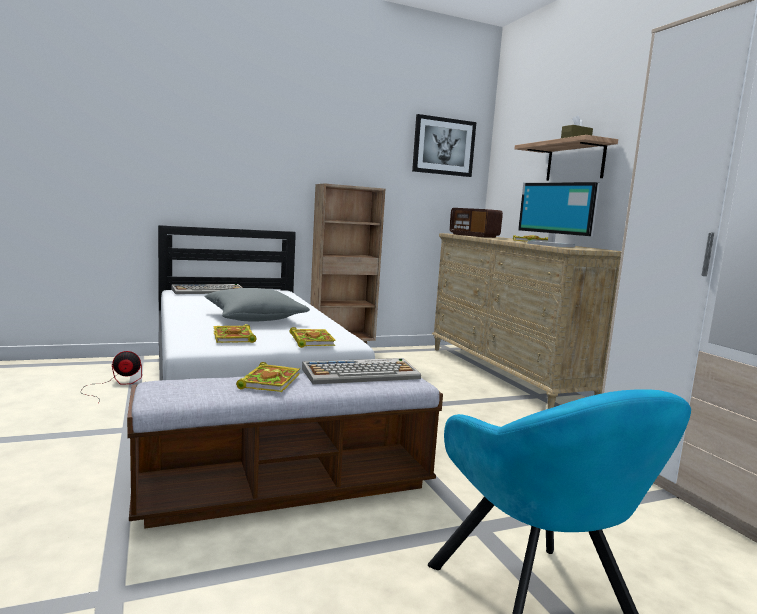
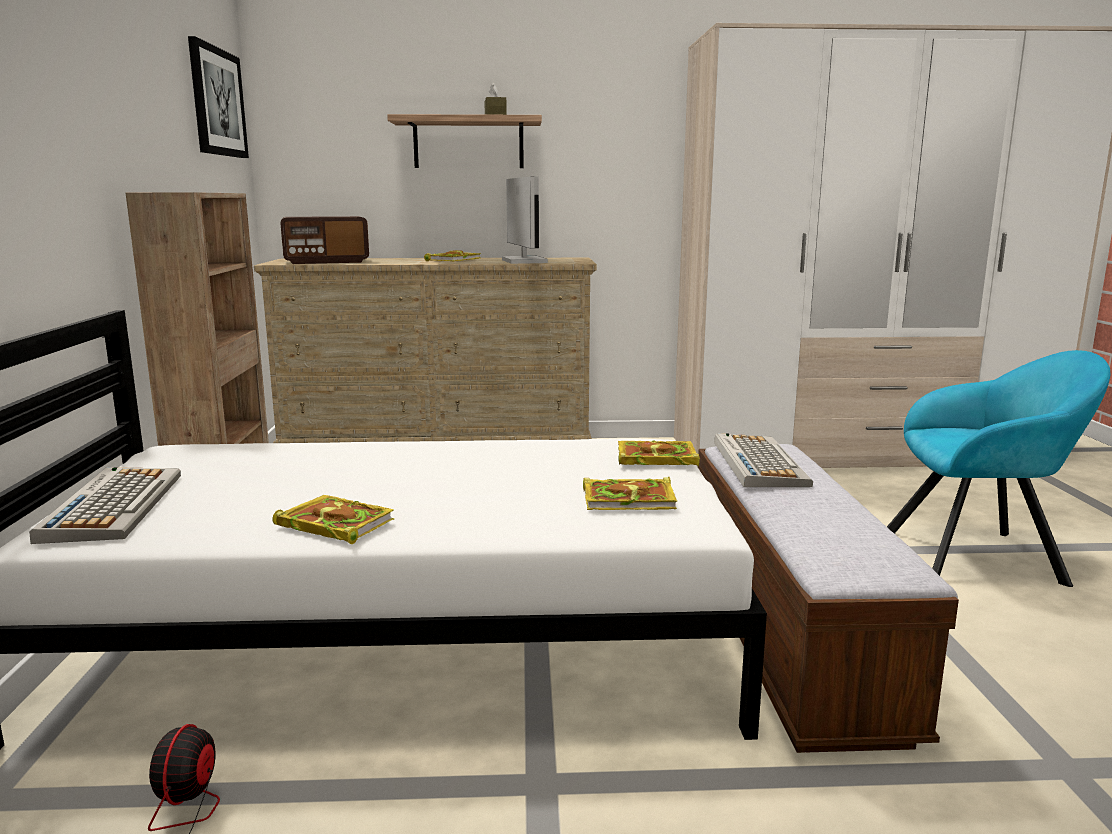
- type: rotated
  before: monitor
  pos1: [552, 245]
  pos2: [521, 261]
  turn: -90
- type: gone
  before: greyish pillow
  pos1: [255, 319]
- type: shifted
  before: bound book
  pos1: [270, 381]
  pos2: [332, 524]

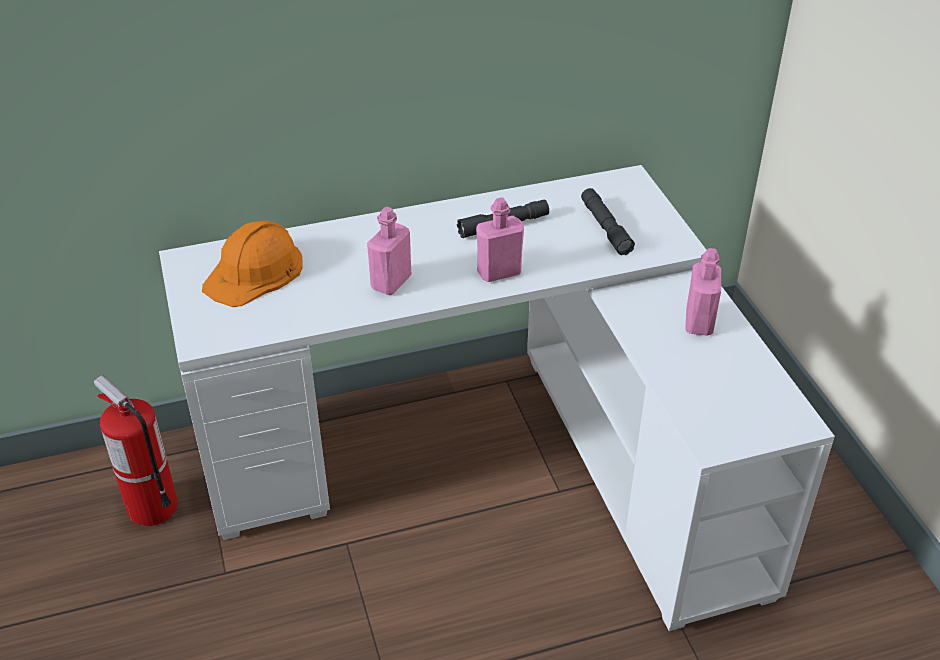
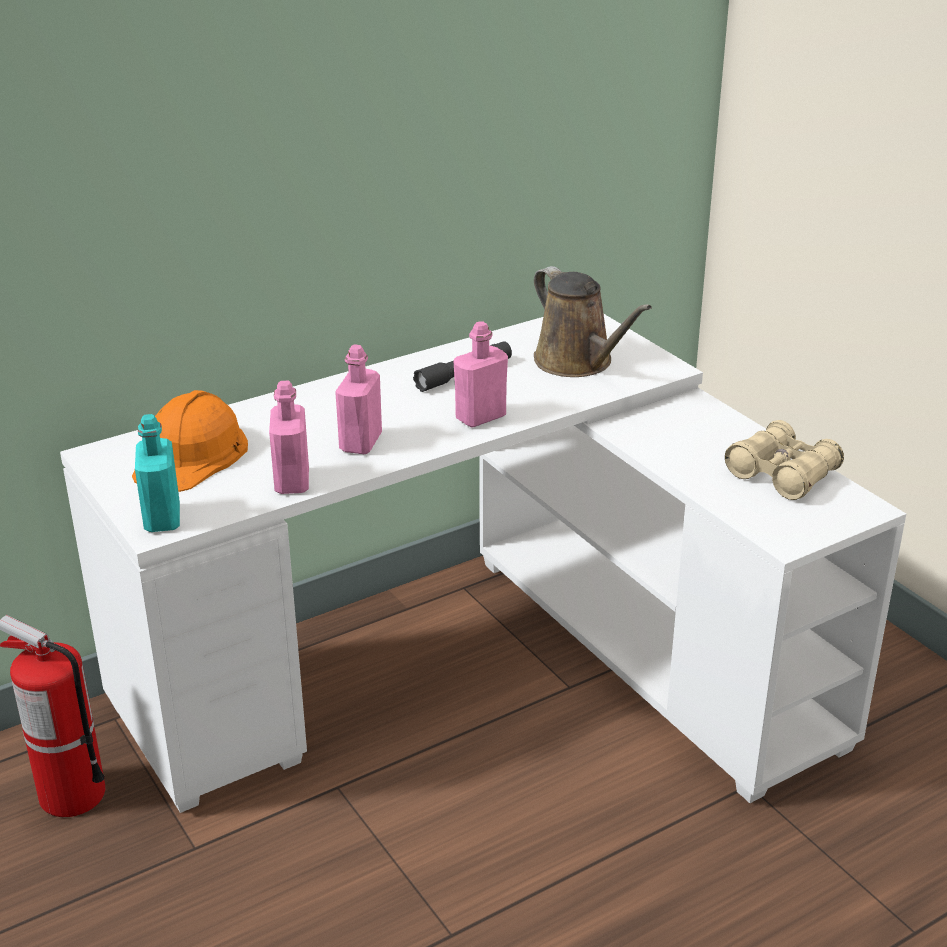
- type: swapped
  before: greyish flashlight
  after: brown watering can
  pos1: [605, 228]
  pos2: [578, 362]
- type: shifted
  before: pinkish drink bottle
  pos1: [699, 323]
  pos2: [292, 481]
- type: new
  after: turquoise-coloured drink bottle
  pos2: [162, 518]
- type: new
  after: beige binoculars
  pos2: [782, 474]

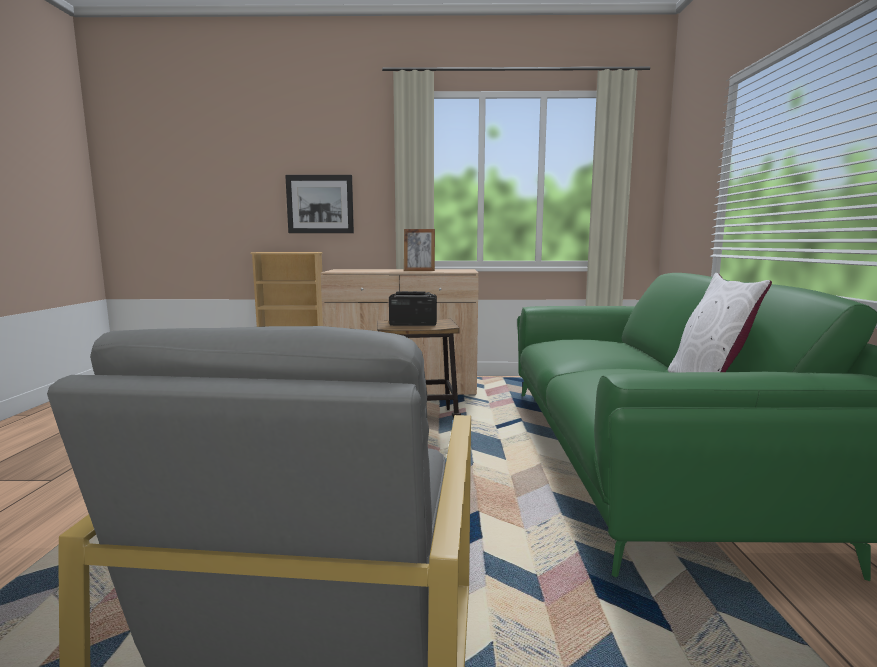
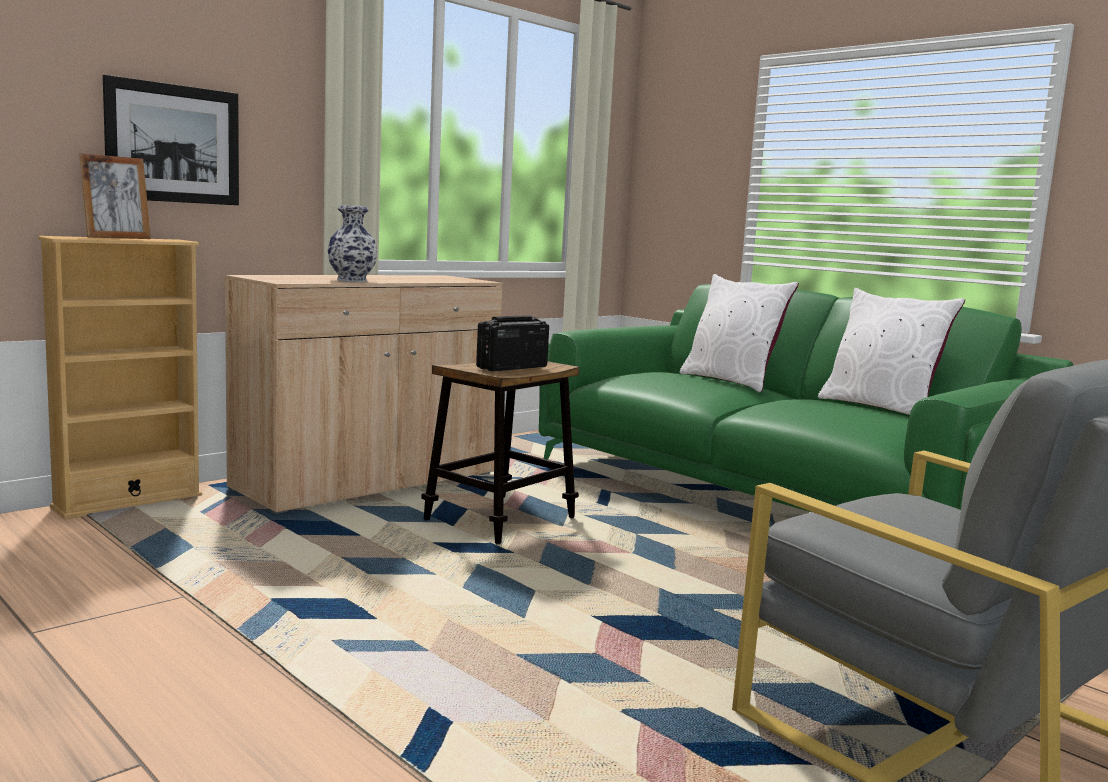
- type: shifted
  before: standing frame
  pos1: [419, 270]
  pos2: [117, 238]
- type: new
  after: vase
  pos2: [351, 280]
- type: new
  after: white-coloured pillow
  pos2: [731, 381]

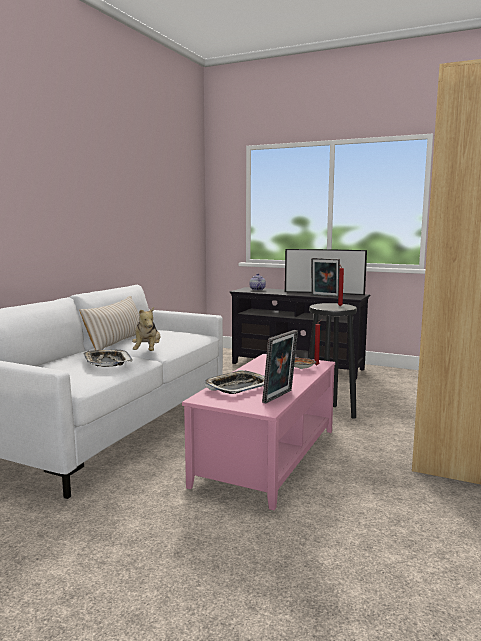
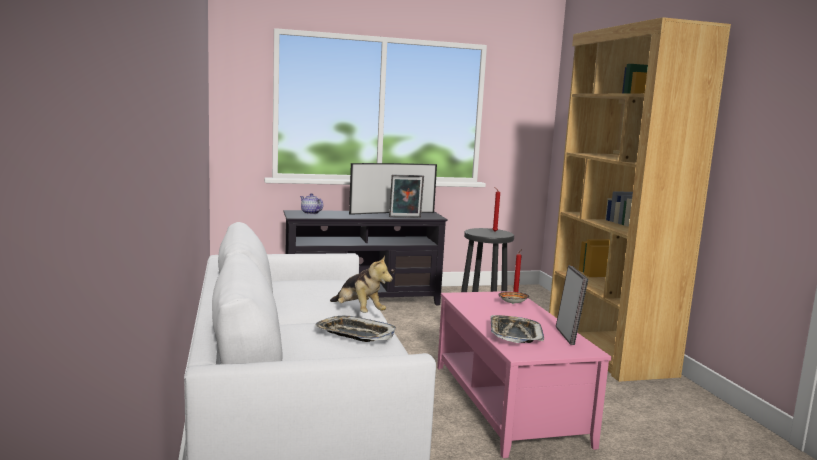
- type: gone
  before: beige pillow
  pos1: [116, 343]

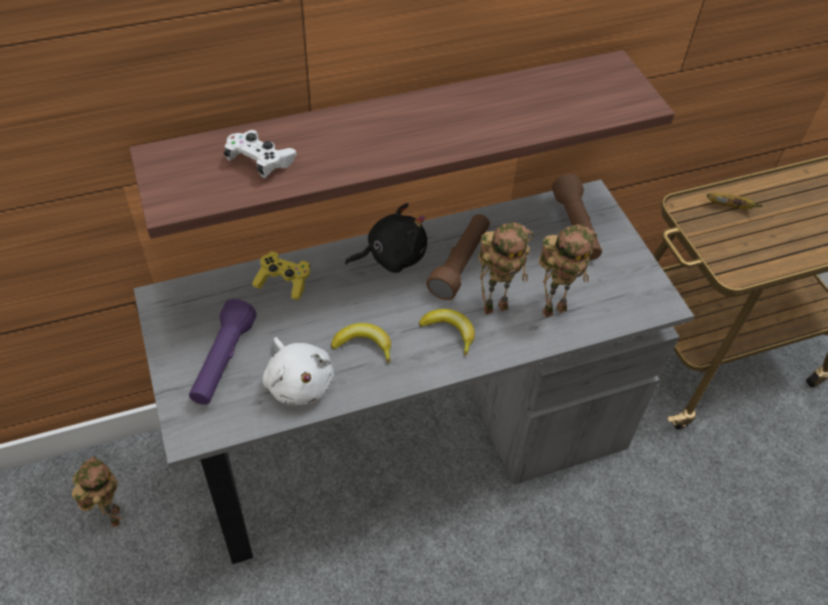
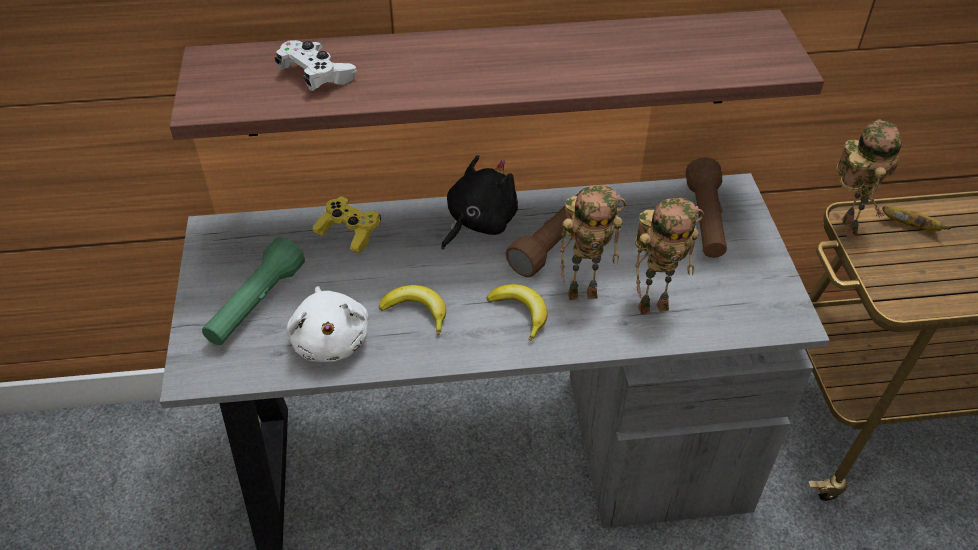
- type: rotated
  before: black soft toy
  pos1: [392, 256]
  pos2: [478, 222]
  turn: -45
- type: repainted
  before: purple flashlight
  after: green flashlight
  pos1: [223, 362]
  pos2: [255, 305]
- type: shifted
  before: robot figure
  pos1: [113, 516]
  pos2: [845, 226]

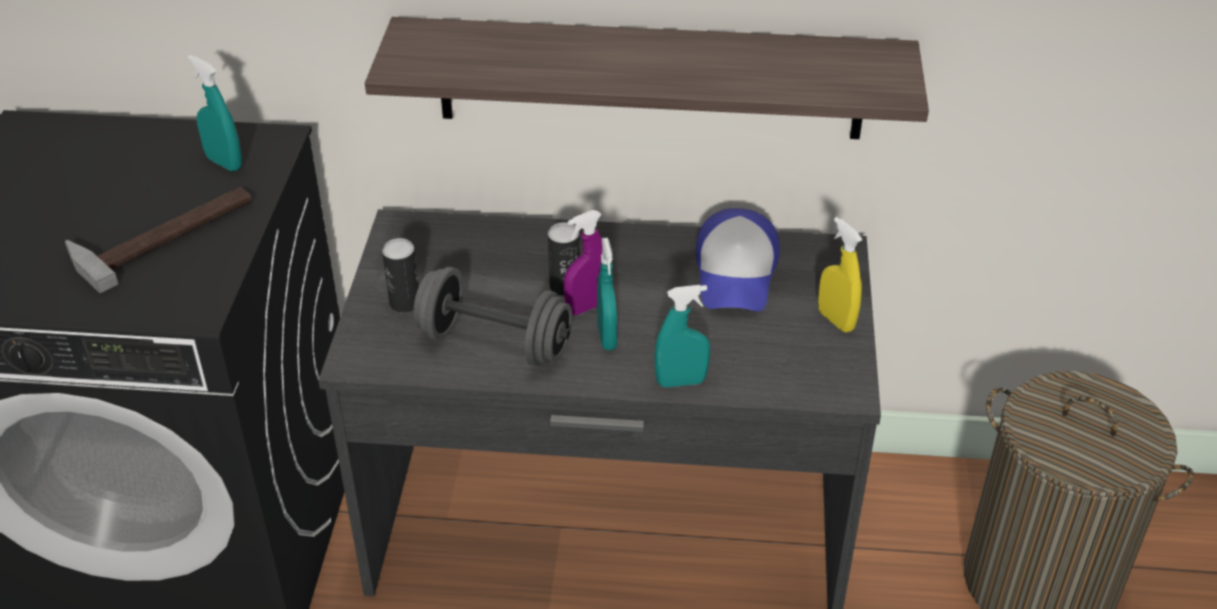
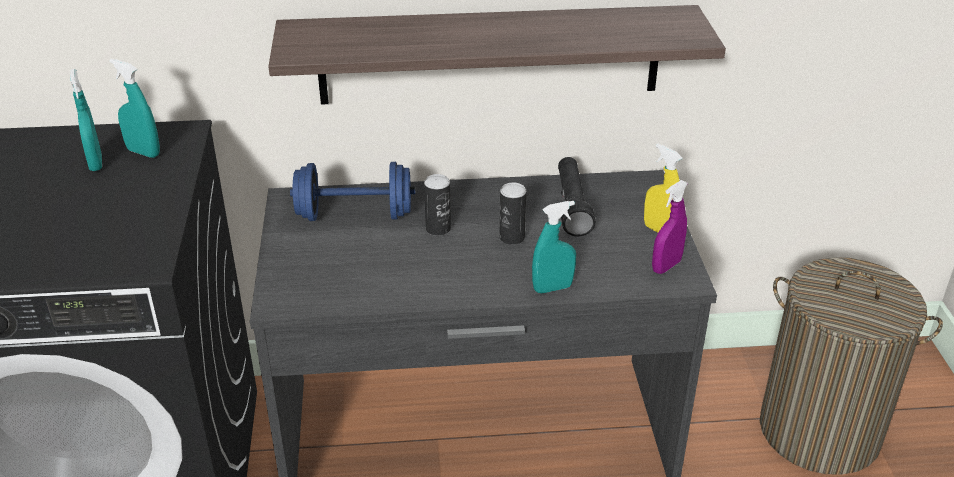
- type: gone
  before: hand hammer
  pos1: [164, 233]
- type: swapped
  before: baseball cap
  after: black flashlight
  pos1: [736, 274]
  pos2: [572, 206]
- type: shifted
  before: purple sprayer
  pos1: [587, 306]
  pos2: [666, 266]
- type: shifted
  before: can
  pos1: [405, 303]
  pos2: [512, 238]
- type: shifted
  before: turquoise-coloured sprayer
  pos1: [607, 337]
  pos2: [96, 163]
- type: gone
  before: greyish dumbbell
  pos1: [495, 343]
- type: new
  after: bluish dumbbell
  pos2: [355, 215]

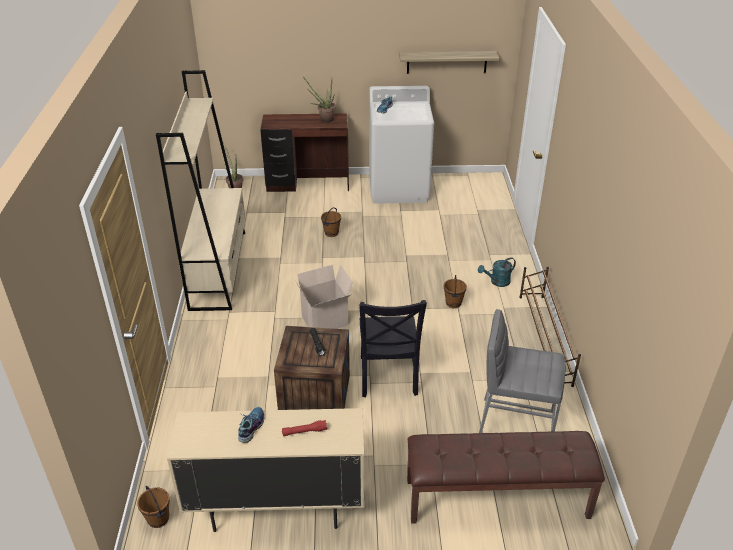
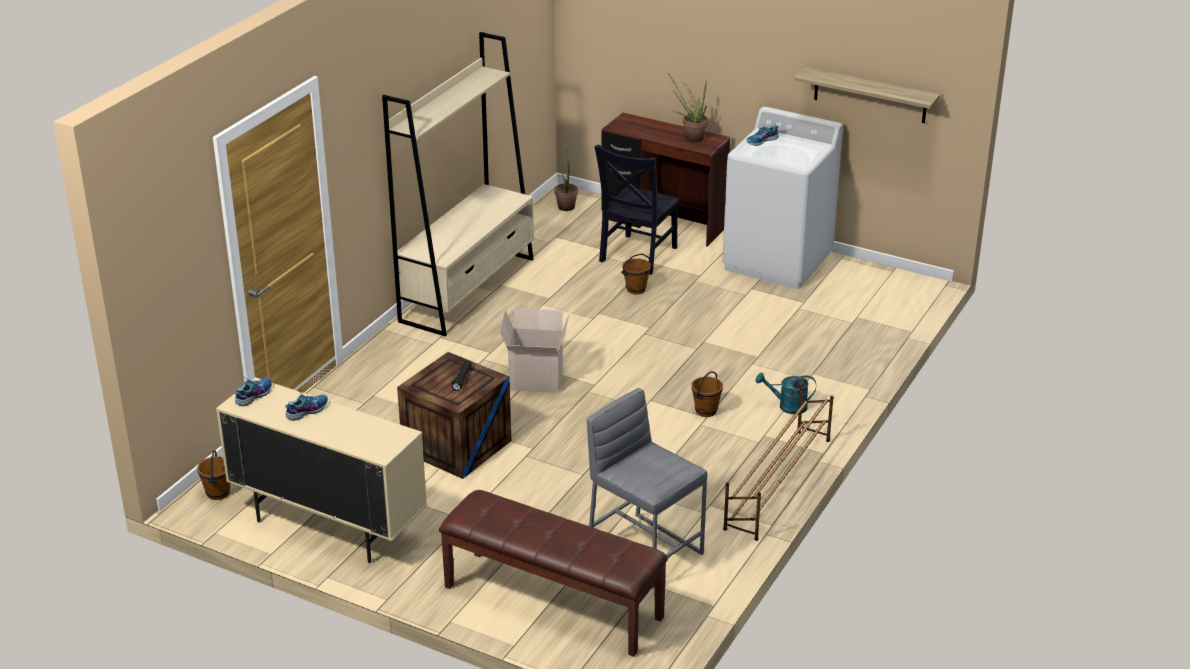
- type: shifted
  before: black chair
  pos1: [387, 377]
  pos2: [636, 256]
- type: gone
  before: reddish flashlight
  pos1: [304, 432]
- type: new
  after: item of footwear
  pos2: [253, 395]

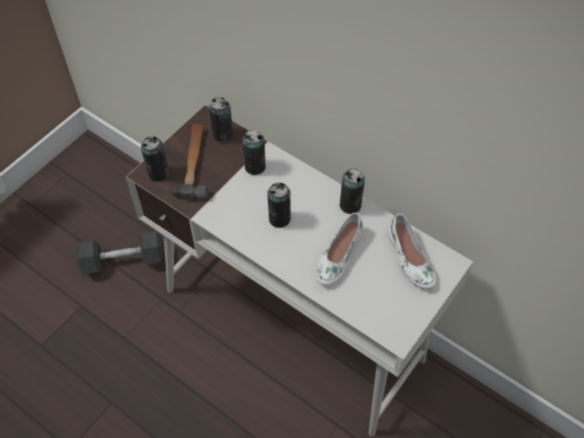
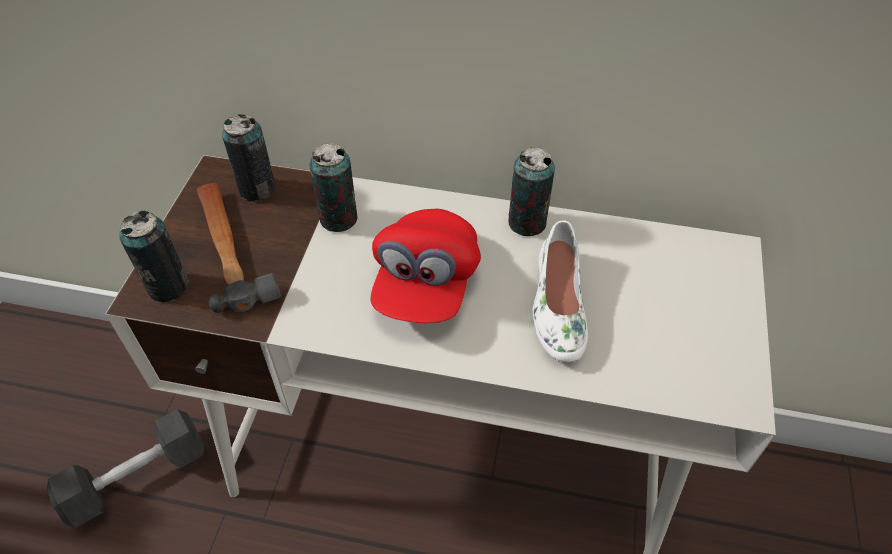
- type: swapped
  before: can
  after: reddish baseball cap
  pos1: [279, 218]
  pos2: [426, 284]
- type: gone
  before: white-coloured item of footwear
  pos1: [409, 259]

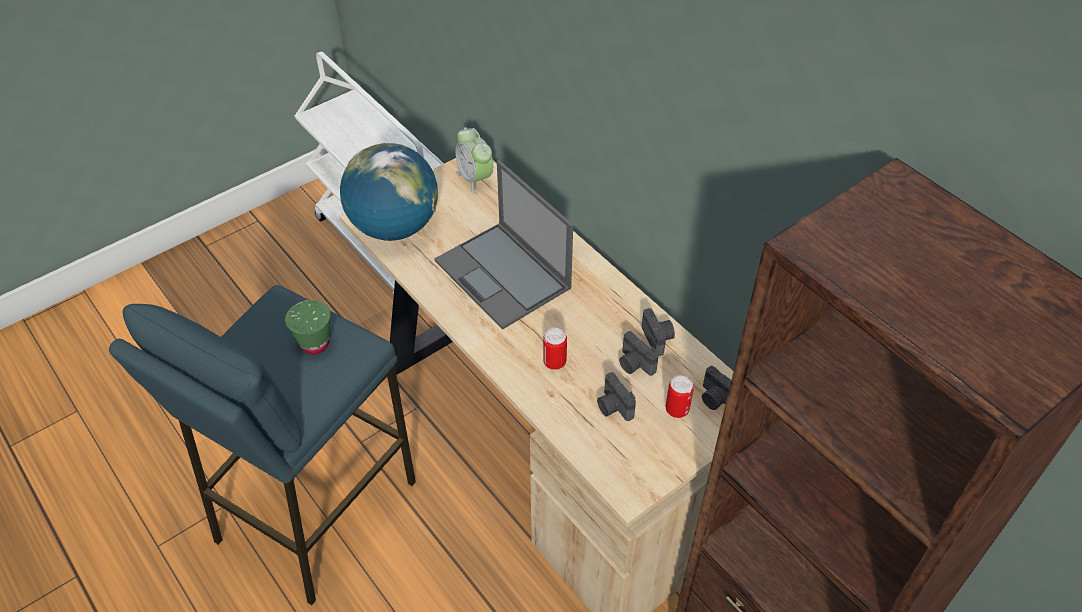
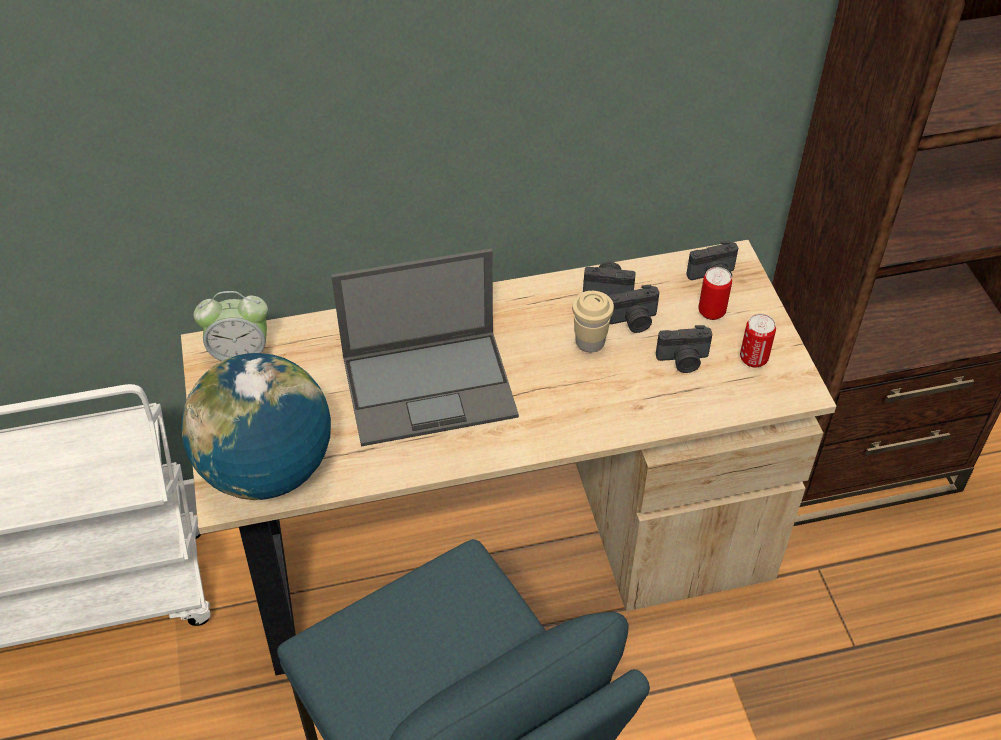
- type: gone
  before: green drinking cup
  pos1: [315, 344]
- type: shifted
  before: can
  pos1: [554, 362]
  pos2: [753, 359]
- type: new
  after: beige drinking cup
  pos2: [590, 342]

